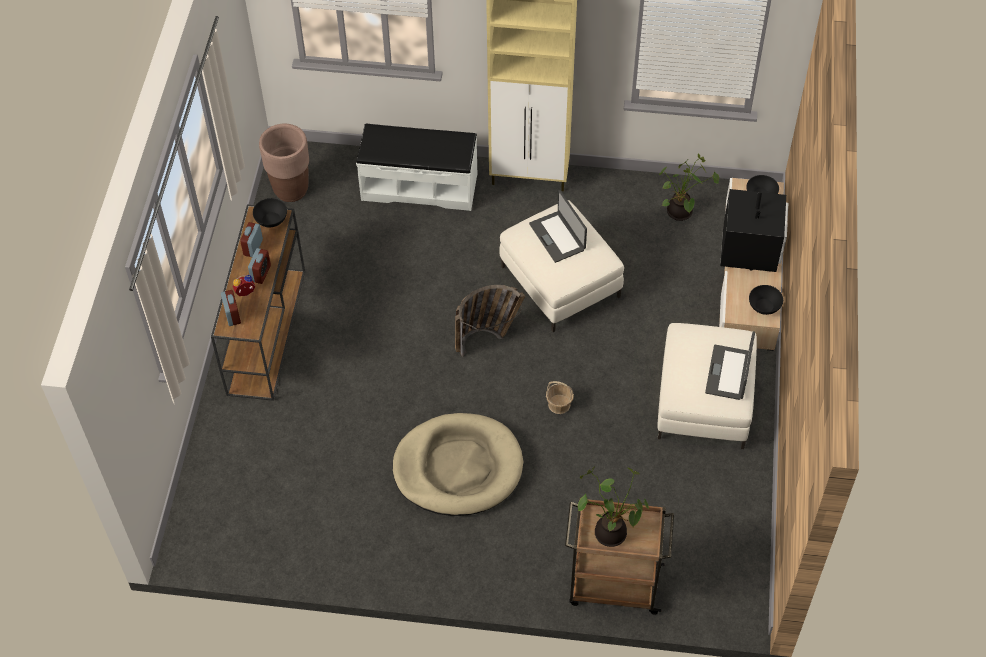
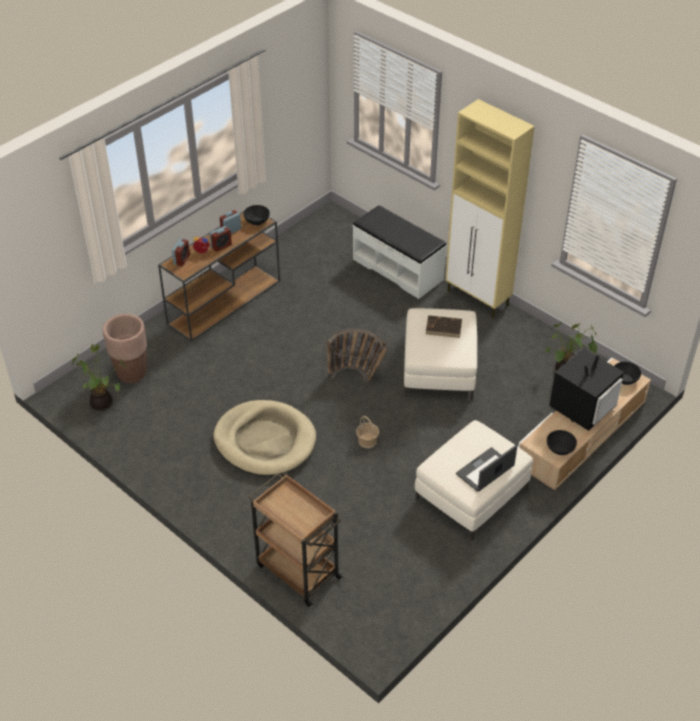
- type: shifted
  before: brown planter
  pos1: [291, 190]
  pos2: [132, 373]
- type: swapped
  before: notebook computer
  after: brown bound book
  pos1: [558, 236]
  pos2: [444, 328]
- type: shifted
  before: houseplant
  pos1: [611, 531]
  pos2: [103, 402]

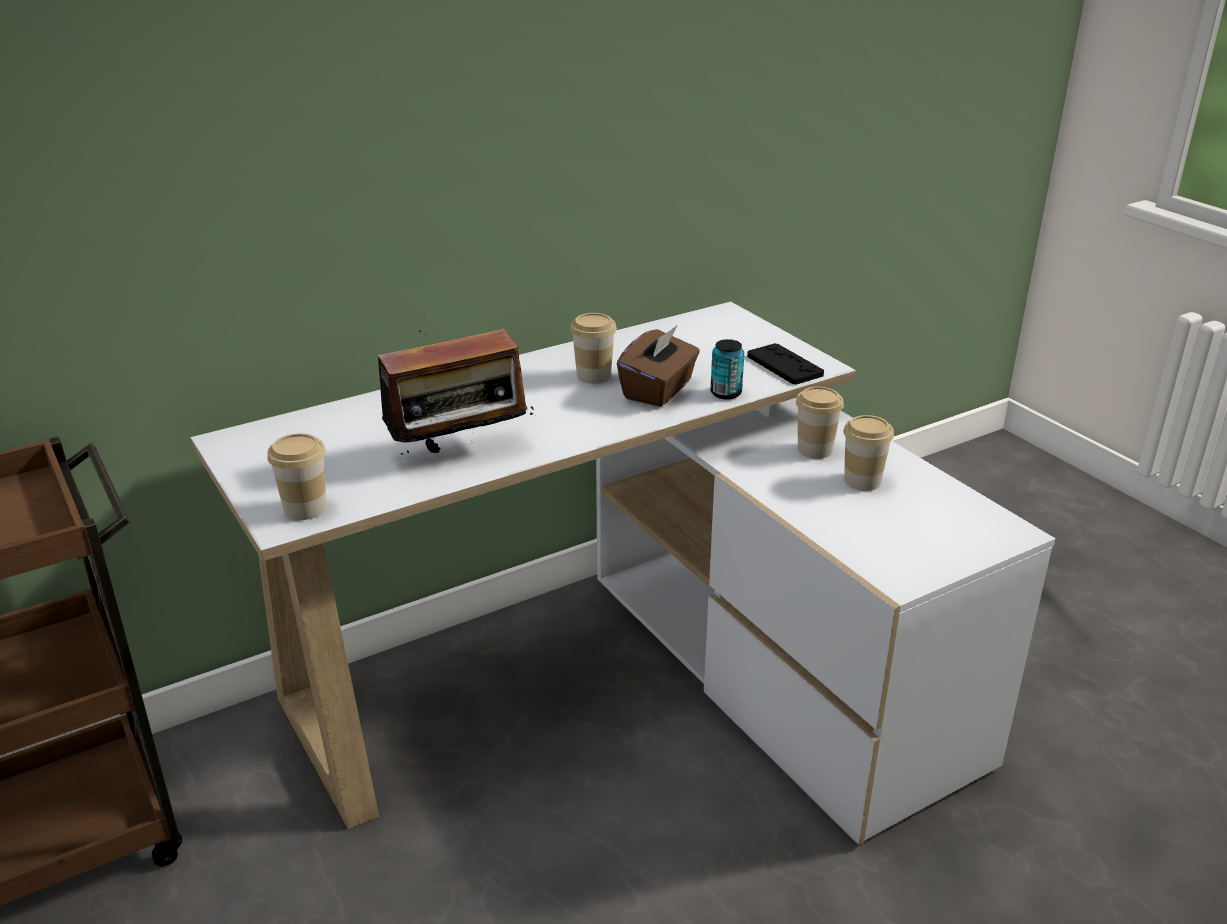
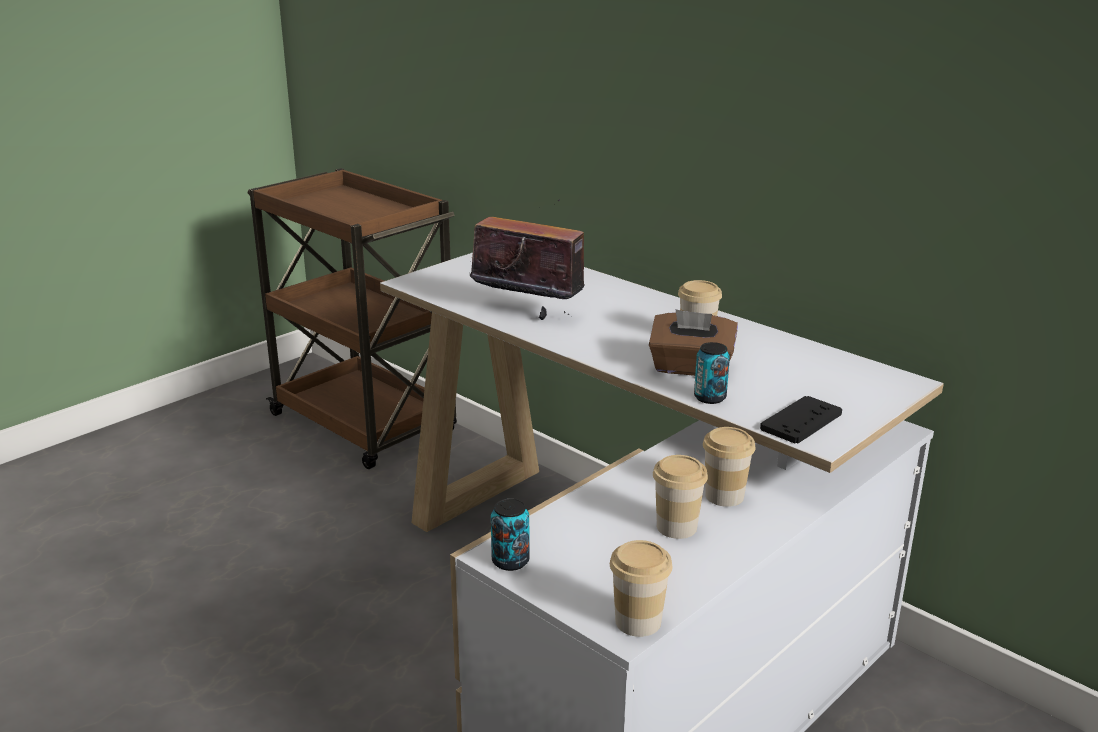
- type: rotated
  before: radio
  pos1: [460, 453]
  pos2: [528, 313]
  turn: 150
- type: shifted
  before: drinking cup
  pos1: [305, 508]
  pos2: [638, 621]
- type: new
  after: can
  pos2: [510, 561]

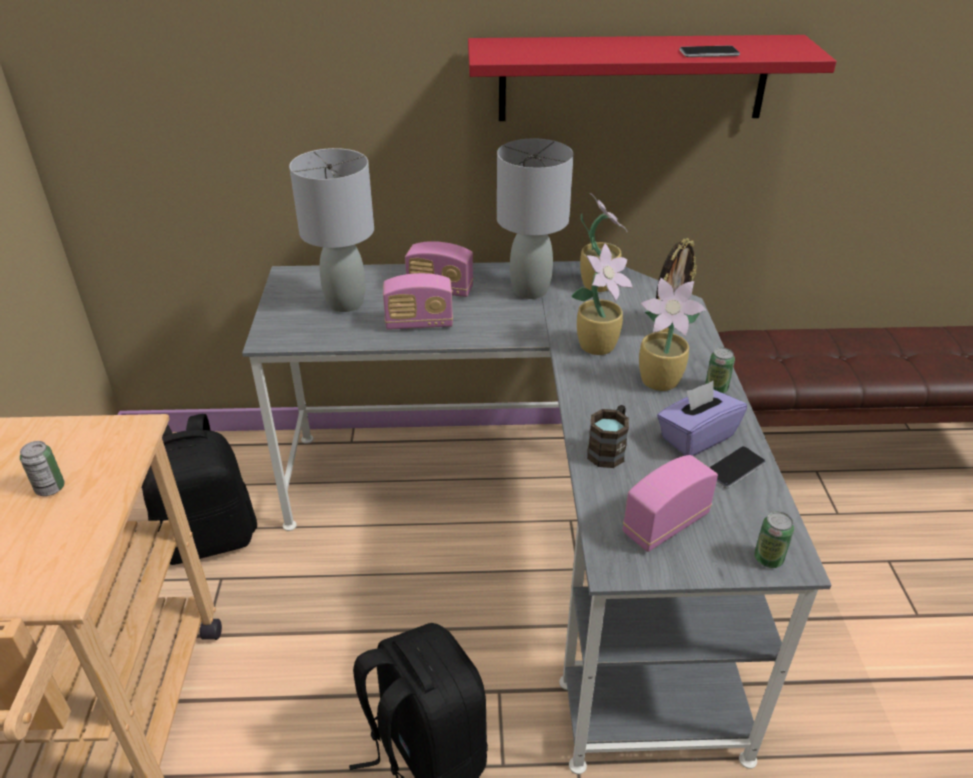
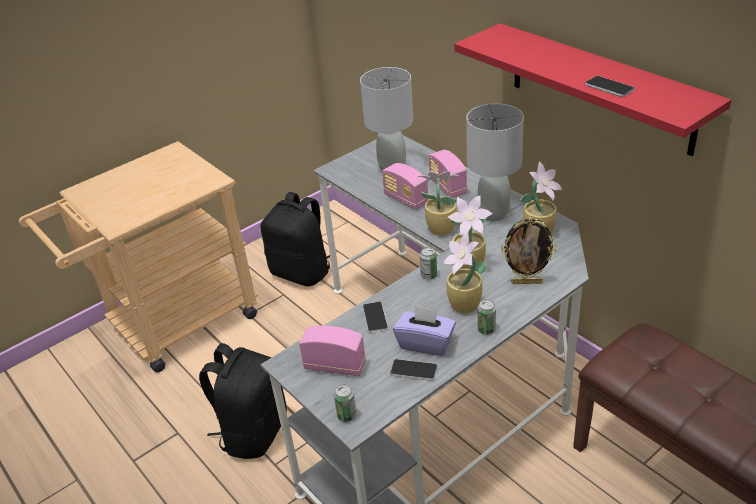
- type: swapped
  before: brown mug
  after: telephone
  pos1: [609, 449]
  pos2: [375, 317]
- type: shifted
  before: can
  pos1: [50, 488]
  pos2: [429, 275]
- type: new
  after: houseplant
  pos2: [439, 229]

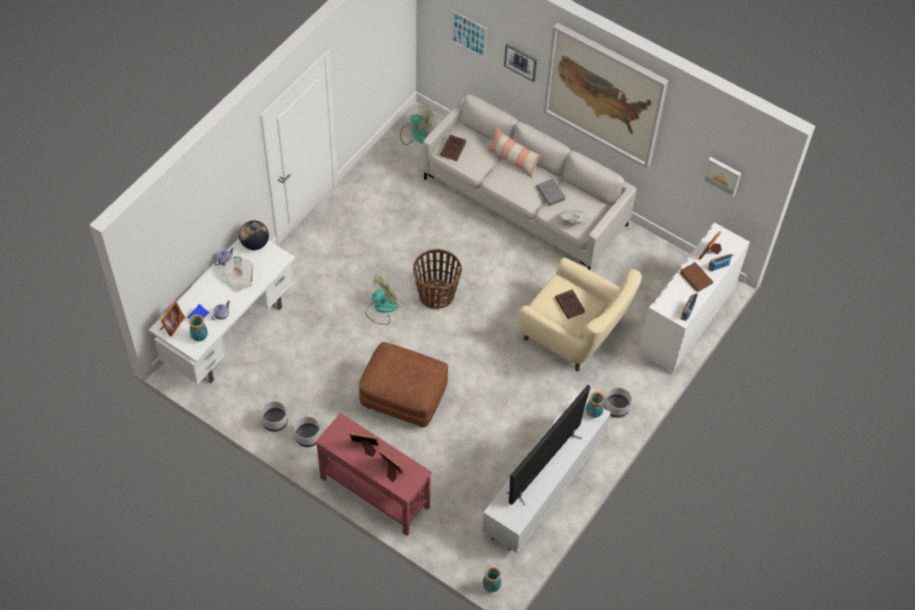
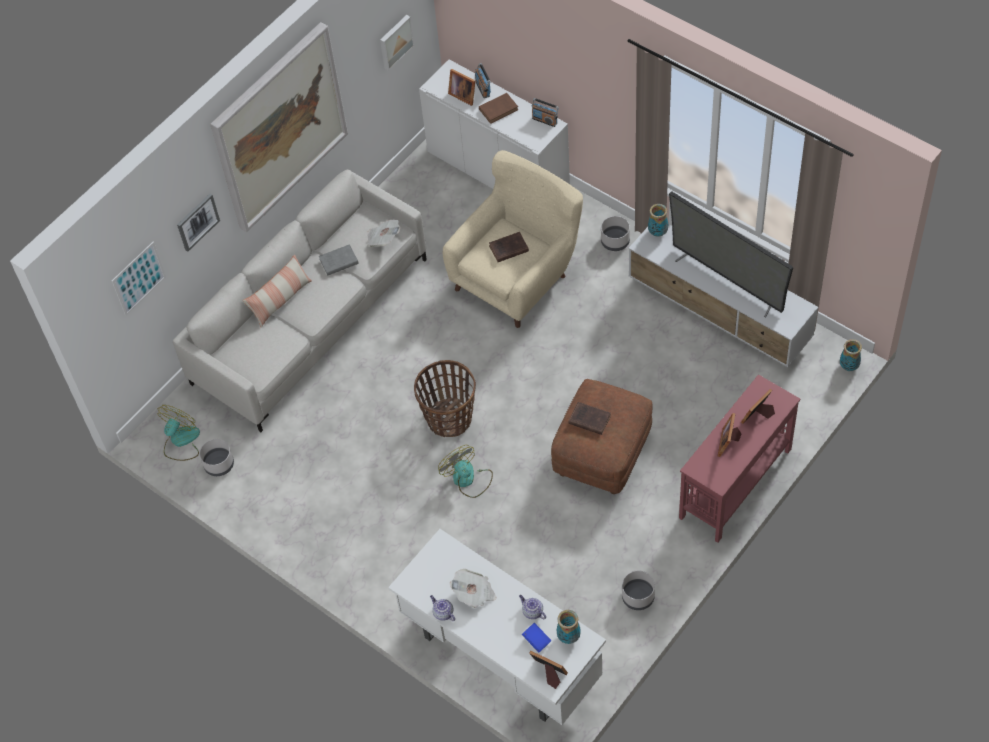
- type: shifted
  before: brown bound book
  pos1: [453, 148]
  pos2: [588, 419]
- type: gone
  before: desk globe
  pos1: [255, 244]
- type: shifted
  before: greyish planter
  pos1: [308, 437]
  pos2: [218, 465]

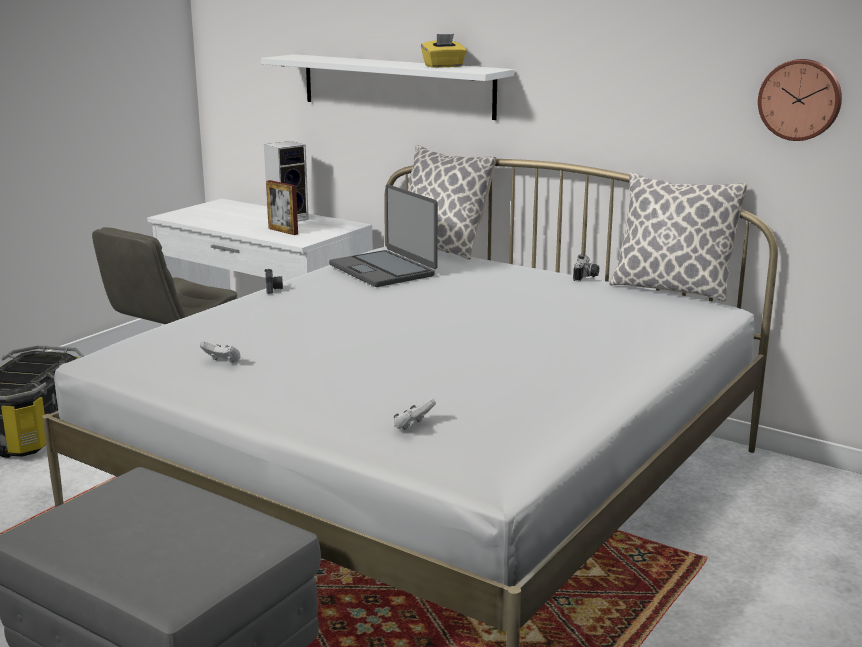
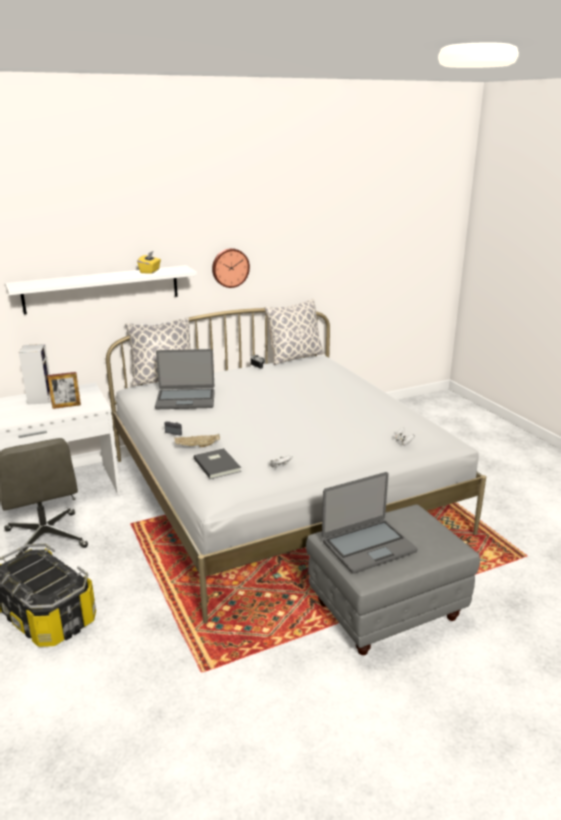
- type: shifted
  before: hanging clock
  pos1: [800, 99]
  pos2: [230, 267]
- type: new
  after: beige tray
  pos2: [197, 446]
- type: new
  after: greyish bound book
  pos2: [218, 464]
- type: new
  after: notebook computer
  pos2: [368, 546]

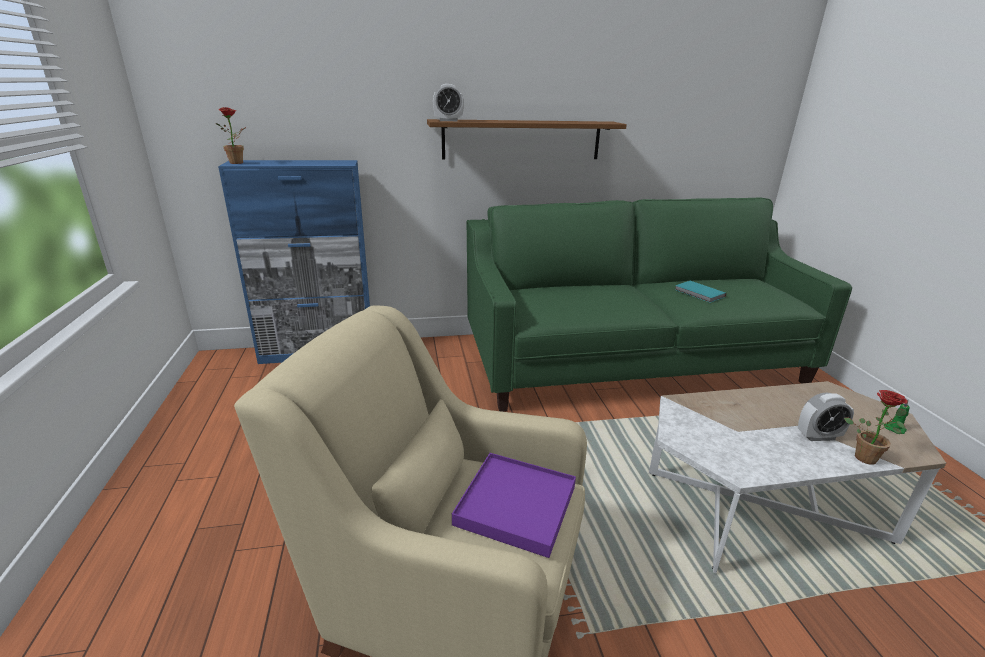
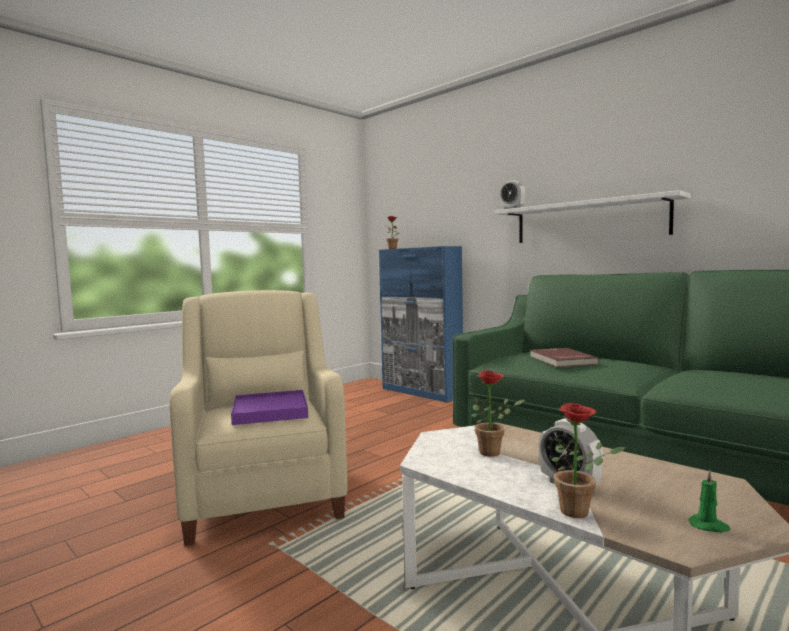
- type: repainted
  before: brown shelf
  after: white-coloured shelf
  pos1: [522, 140]
  pos2: [588, 221]
- type: gone
  before: turquoise-coloured bound book
  pos1: [699, 293]
- type: new
  after: reddish bound book
  pos2: [561, 360]
- type: new
  after: houseplant
  pos2: [494, 452]

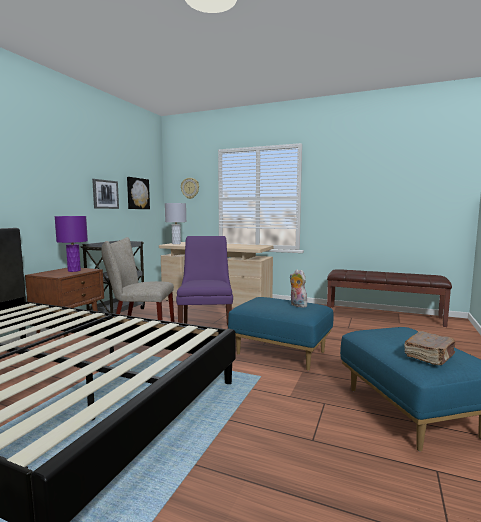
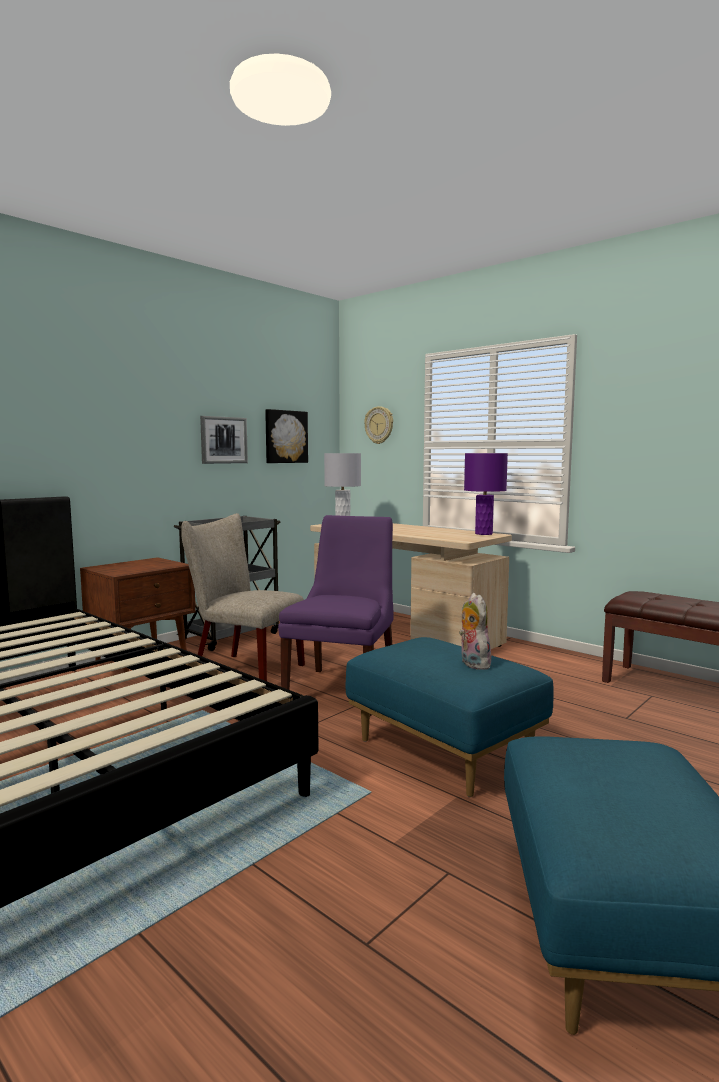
- type: shifted
  before: purple lamp for a table
  pos1: [74, 271]
  pos2: [483, 534]
- type: gone
  before: brown bound book
  pos1: [430, 356]

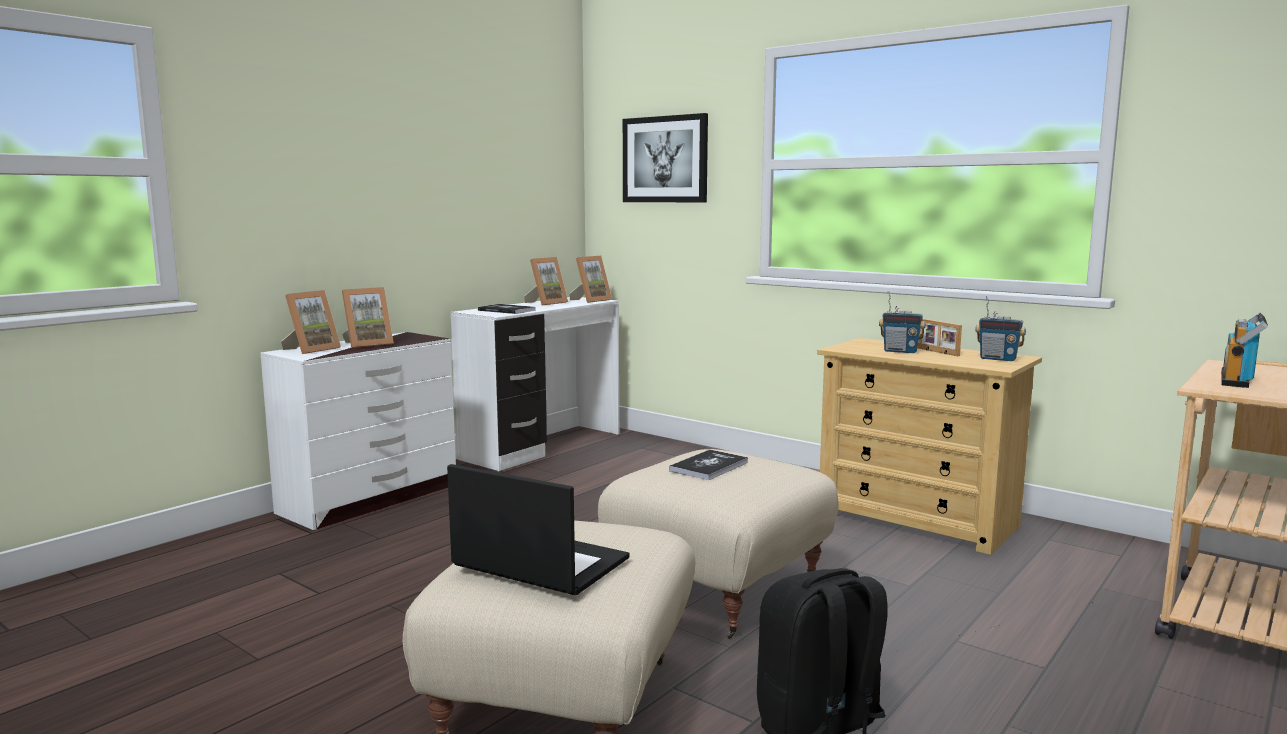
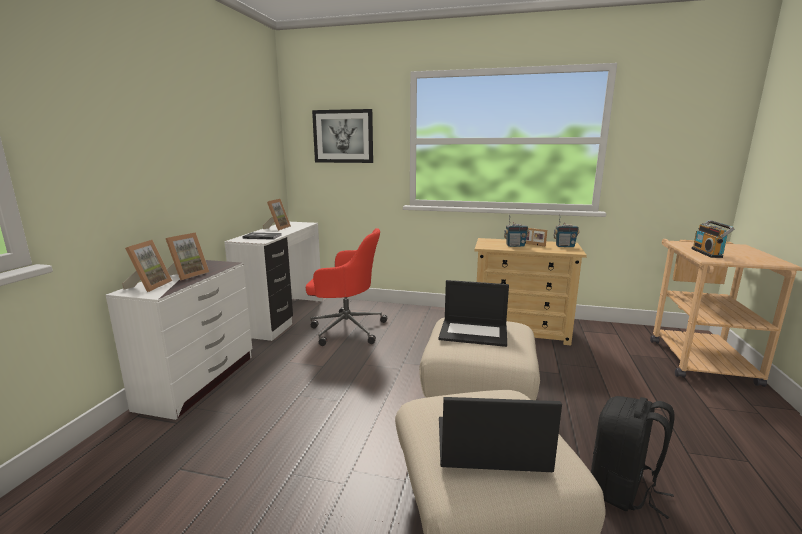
- type: gone
  before: standing frame
  pos1: [591, 300]
- type: swapped
  before: bound book
  after: notebook computer
  pos1: [709, 466]
  pos2: [474, 333]
- type: new
  after: reddish desk chair
  pos2: [346, 329]

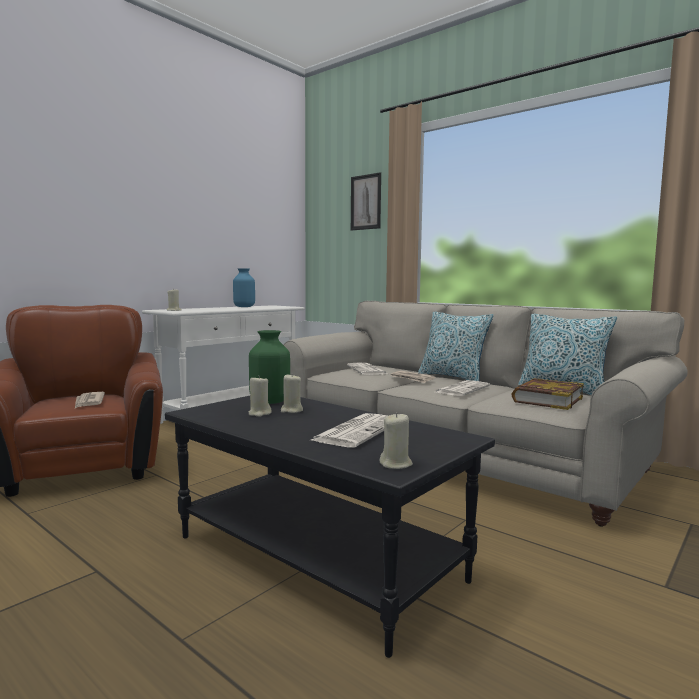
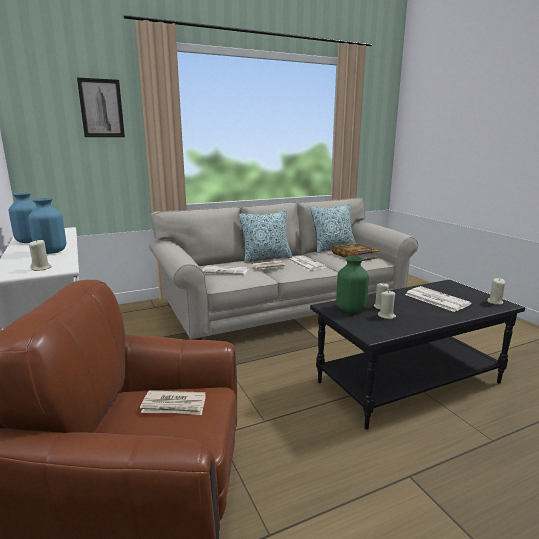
- type: new
  after: bluish vase
  pos2: [50, 252]

